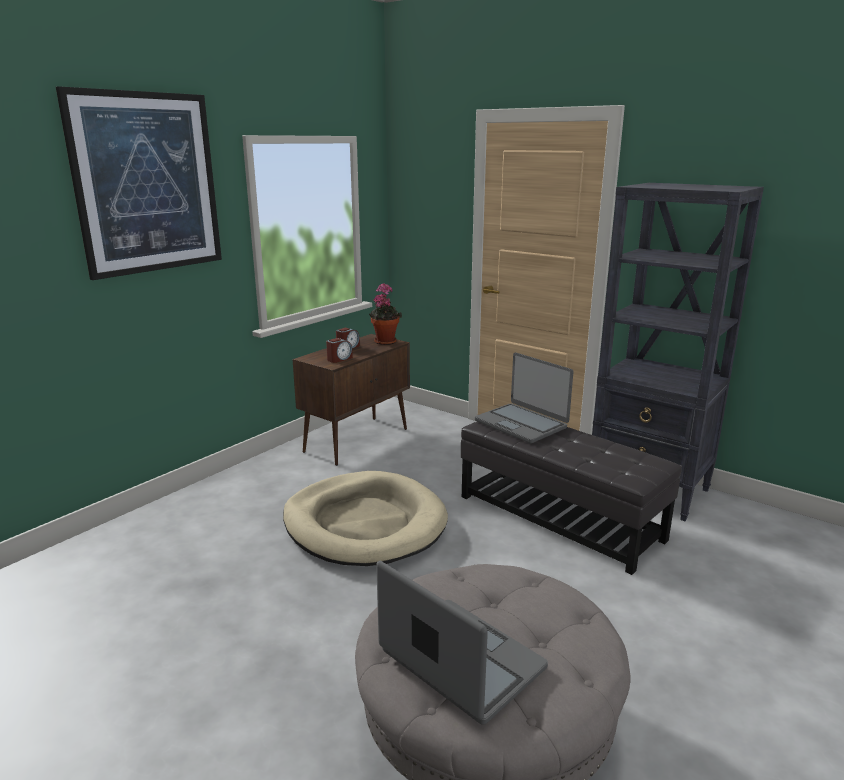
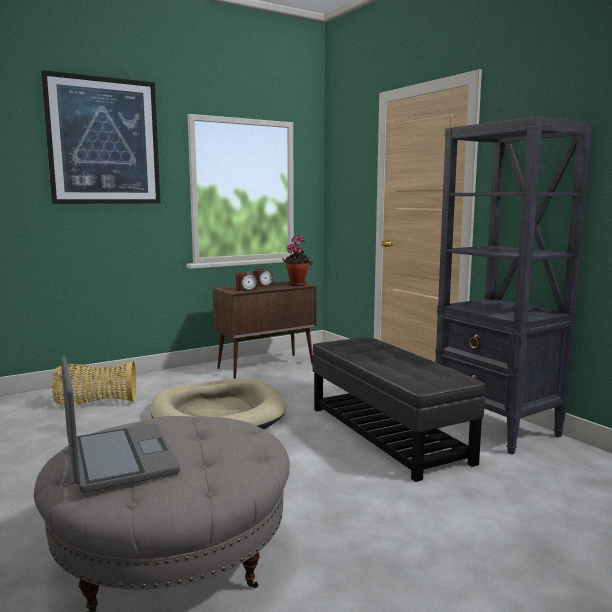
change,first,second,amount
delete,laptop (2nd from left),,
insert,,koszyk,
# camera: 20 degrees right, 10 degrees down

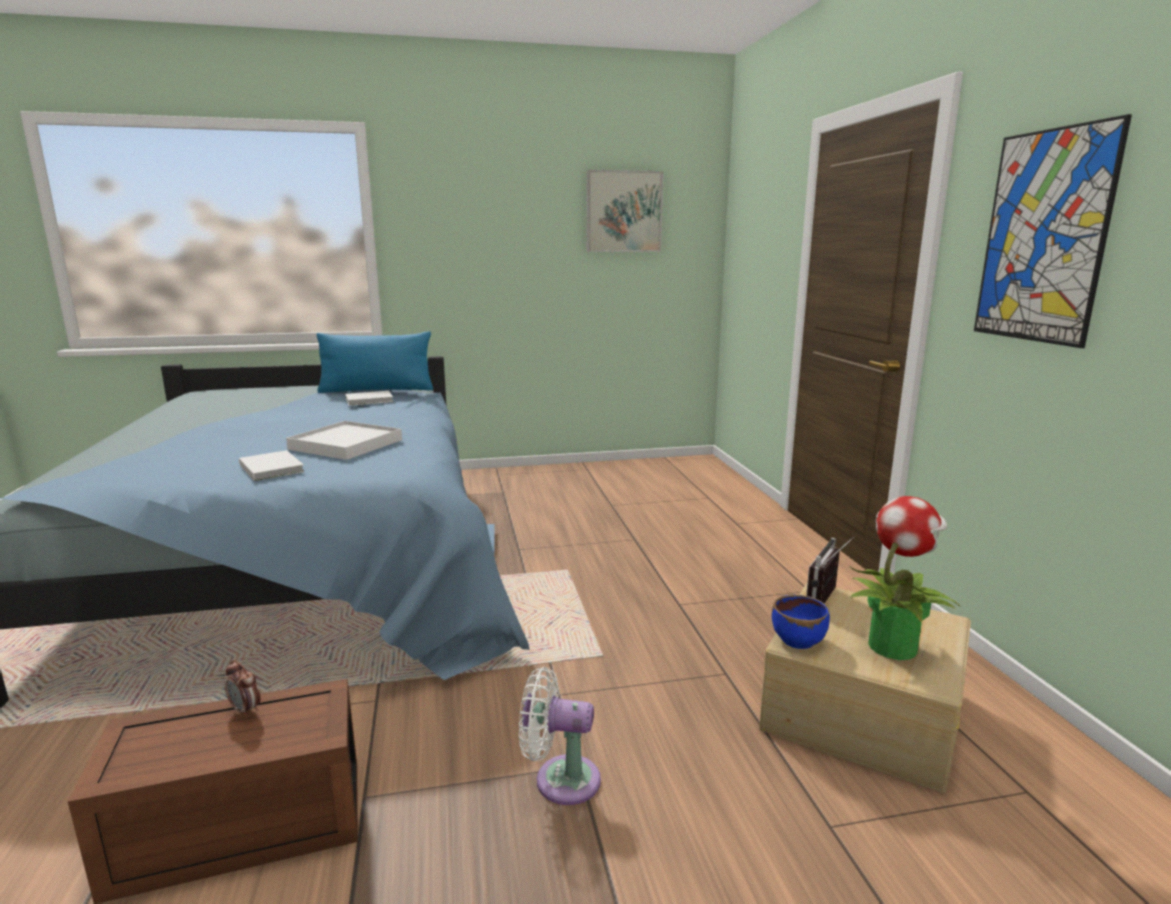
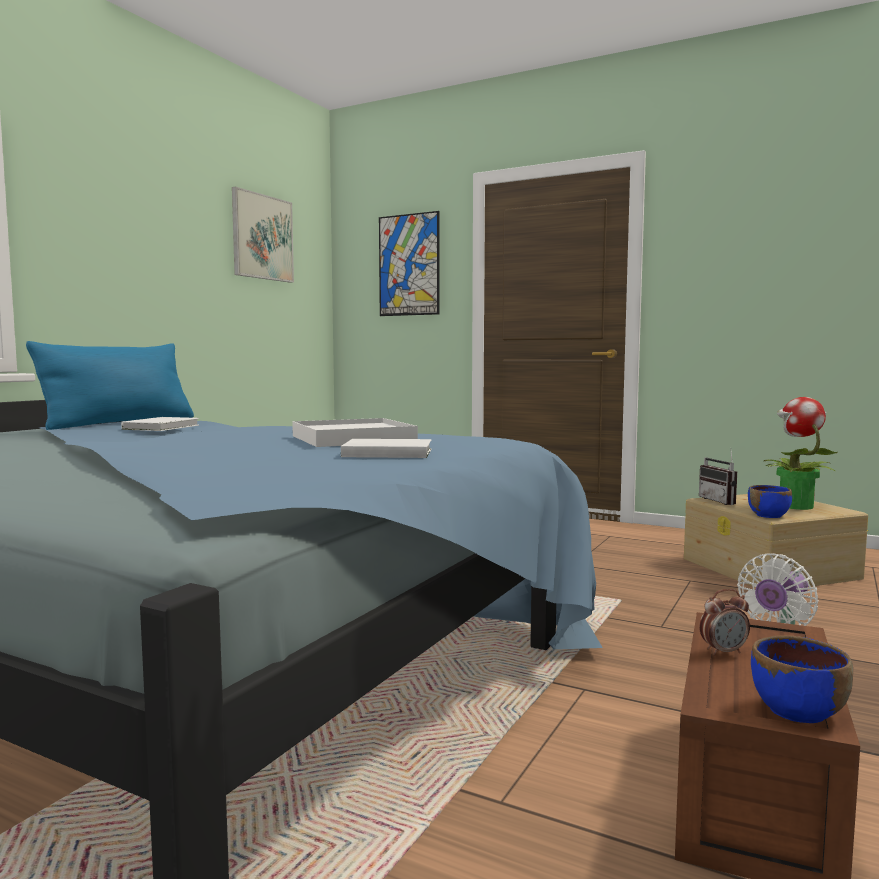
change,first,second,amount
insert,,miska/niebieski (2nd from left),
move,obraz (2nd from left),,
# camera: 50 degrees left, 10 degrees down

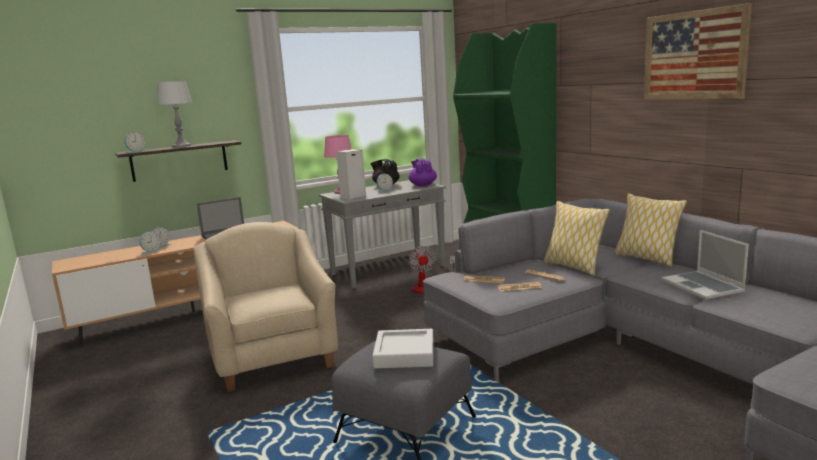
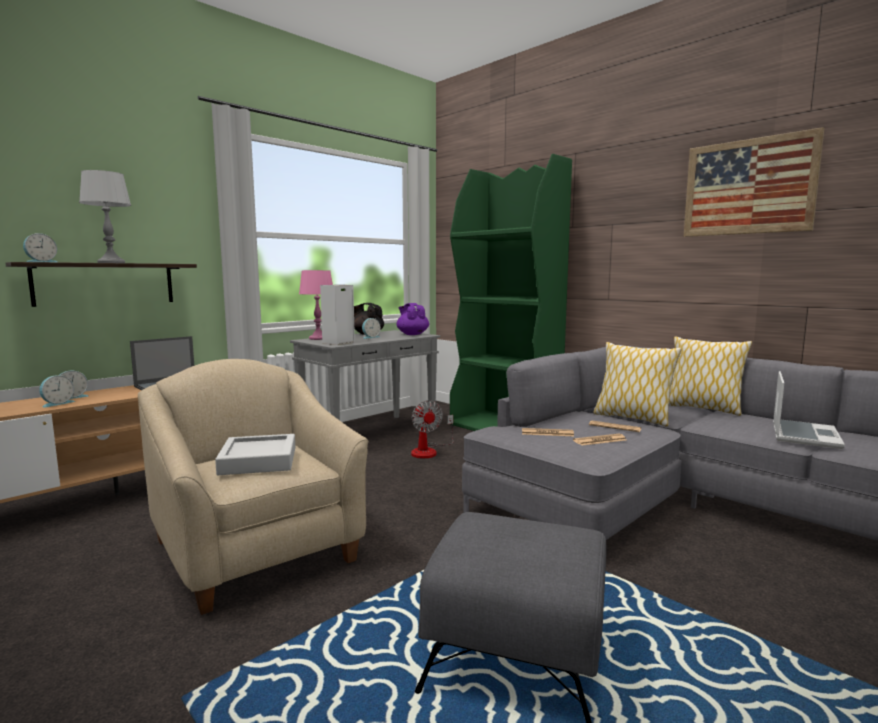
change,first,second,amount
move,taca/szary,,
rotate,laptop (2nd from left),,120 degrees counterclockwise
# camera: 15 degrees left, 5 degrees down

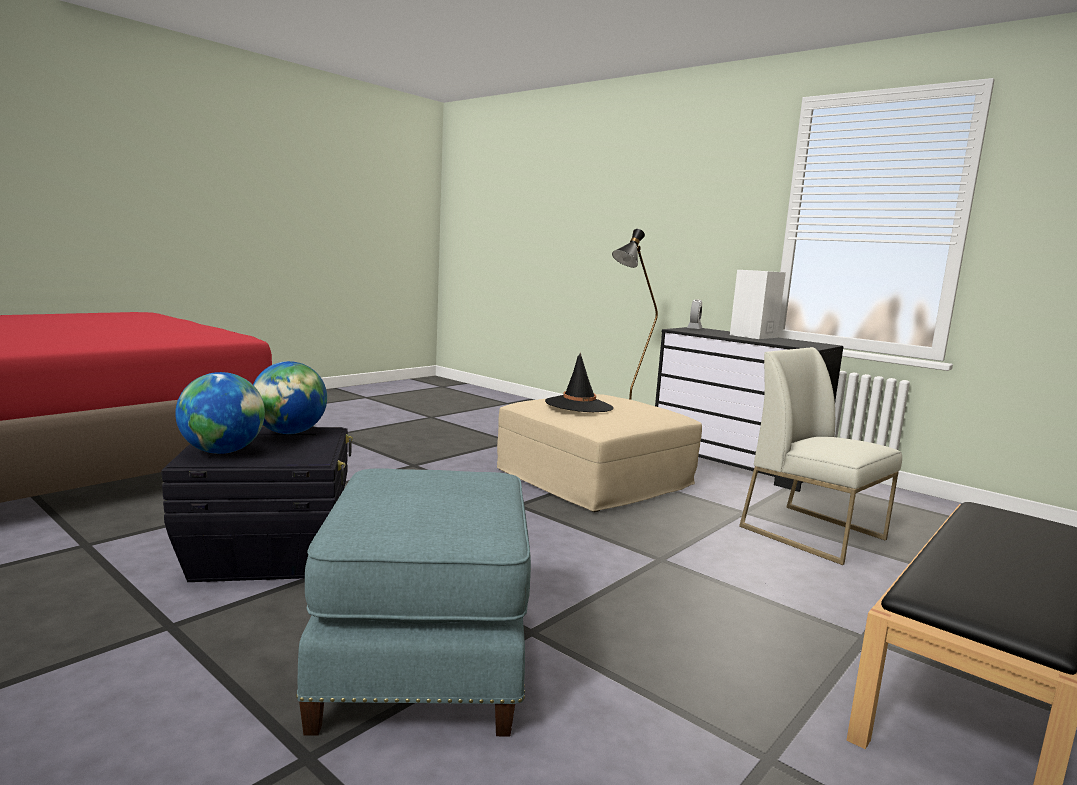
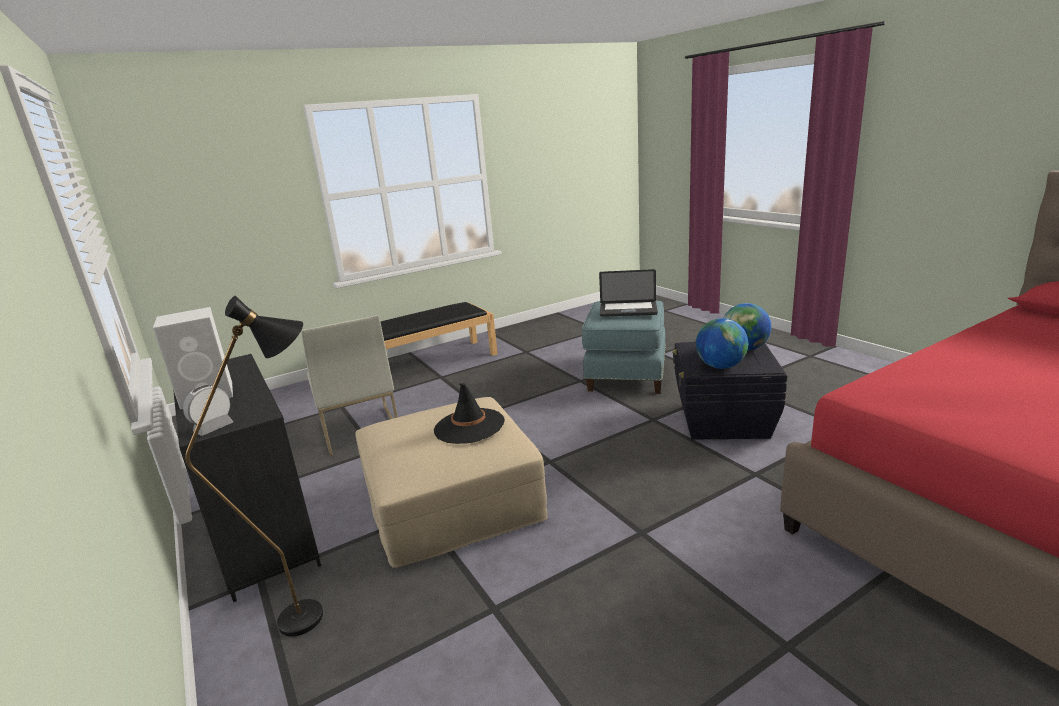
change,first,second,amount
insert,,laptop,
# camera: 160 degrees left, 10 degrees up

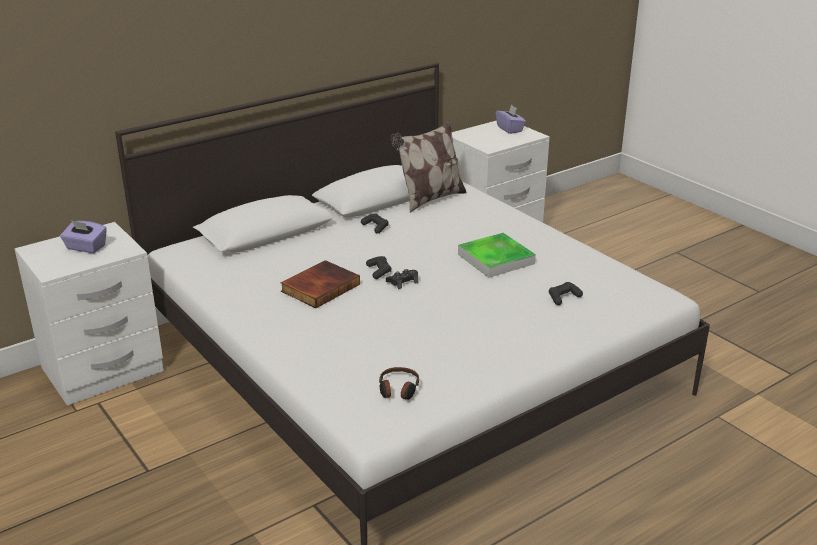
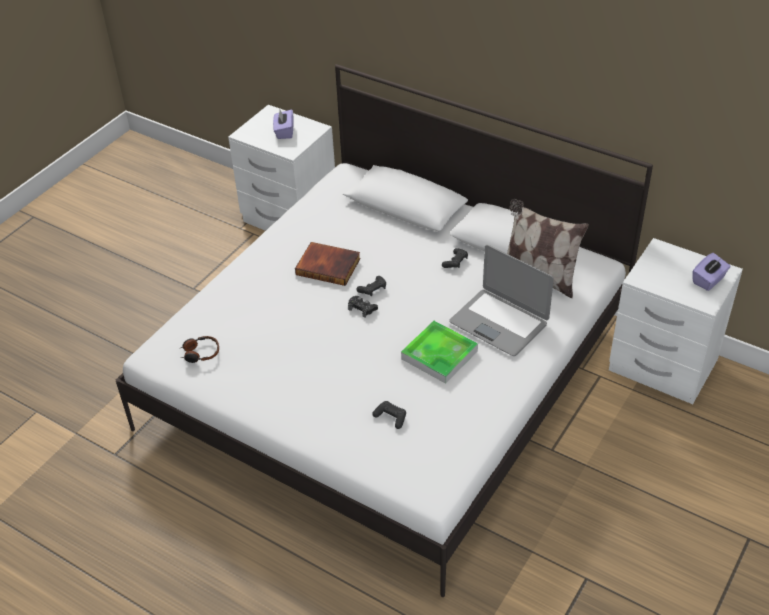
change,first,second,amount
insert,,laptop,
# camera: 70 degrees right, 15 degrees up

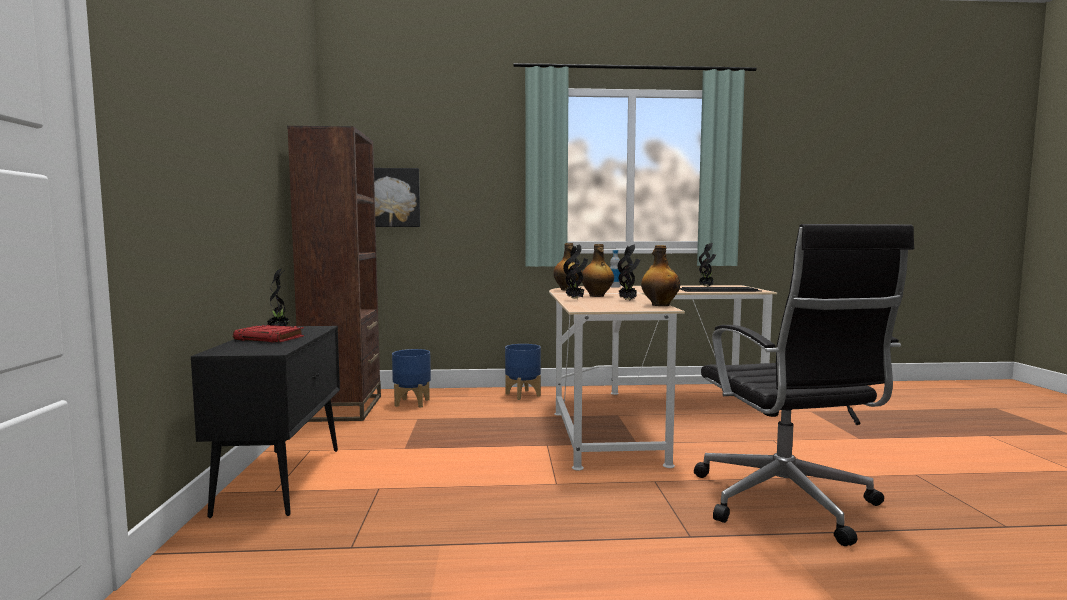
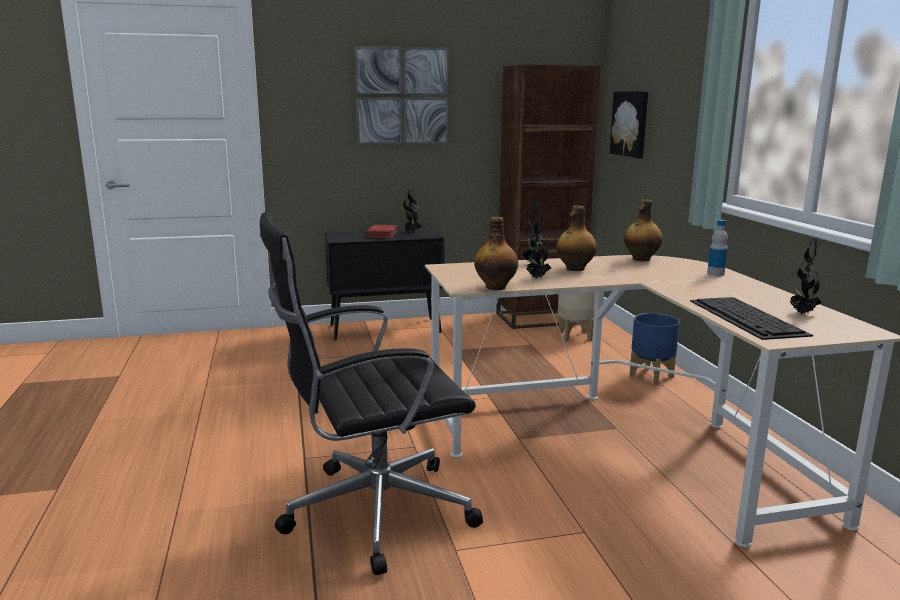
change,first,second,amount
insert,,obraz (1st from left),
recolor,donica/niebieski (1st from left),donica/beżowy,
# camera: 80 degrees right, 10 degrees up

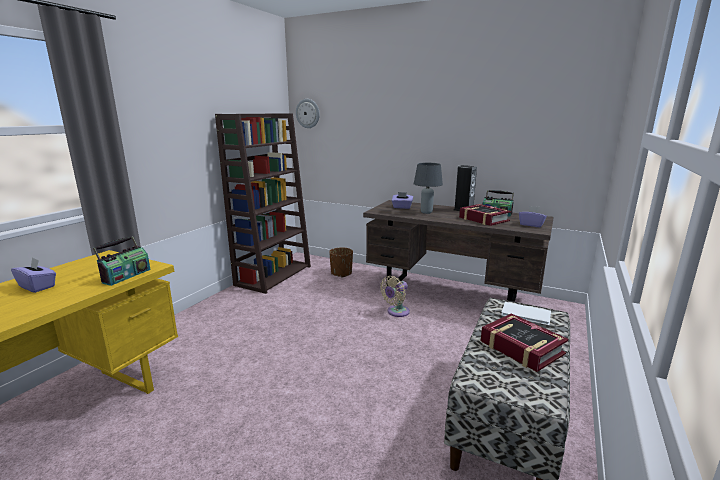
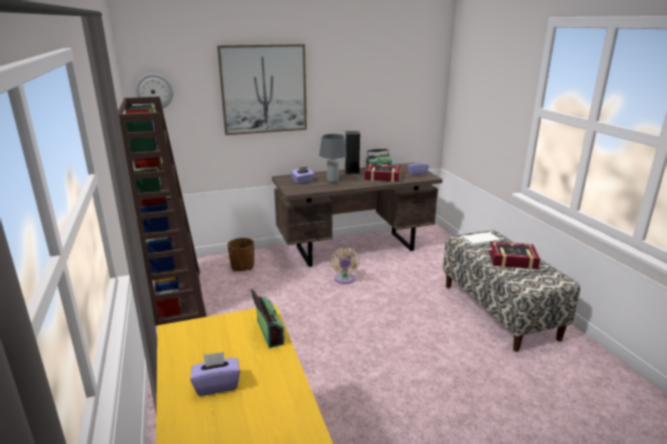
change,first,second,amount
insert,,obraz,
# camera: 45 degrees left, 5 degrees up

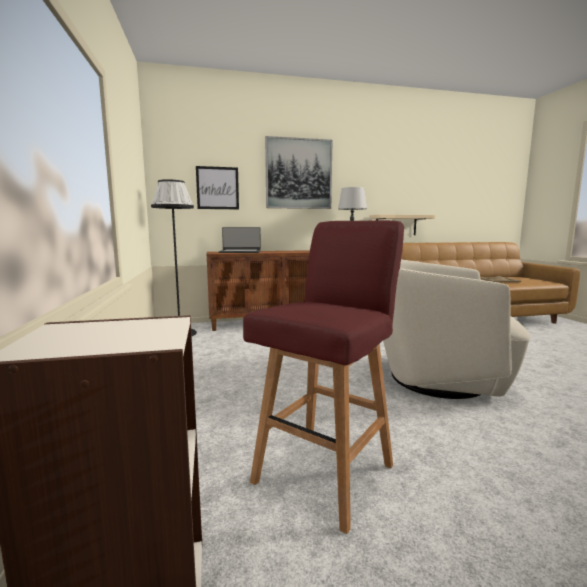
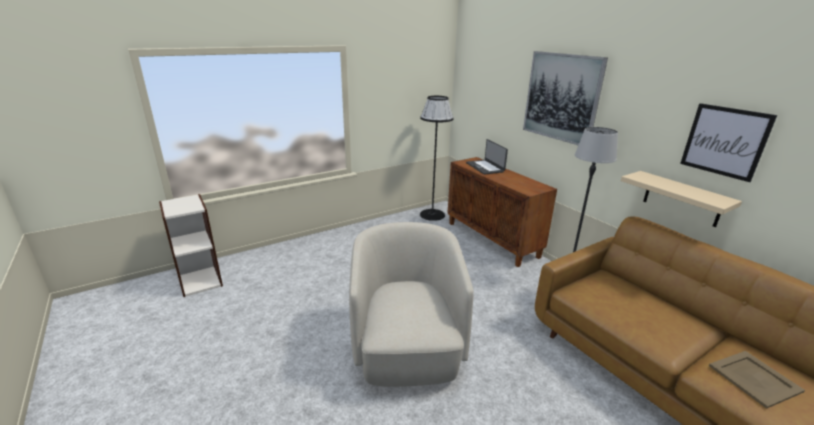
change,first,second,amount
delete,stołek/czerwony,,
move,obraz (1st from left in the first image),obraz (2nd from left),
# camera: 70 degrees right, 15 degrees up

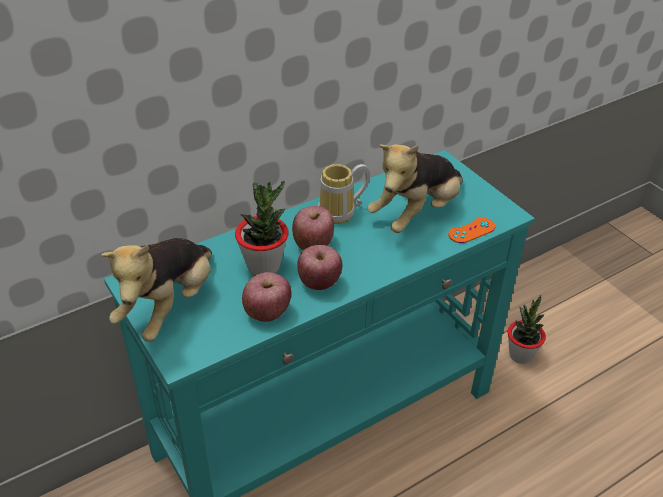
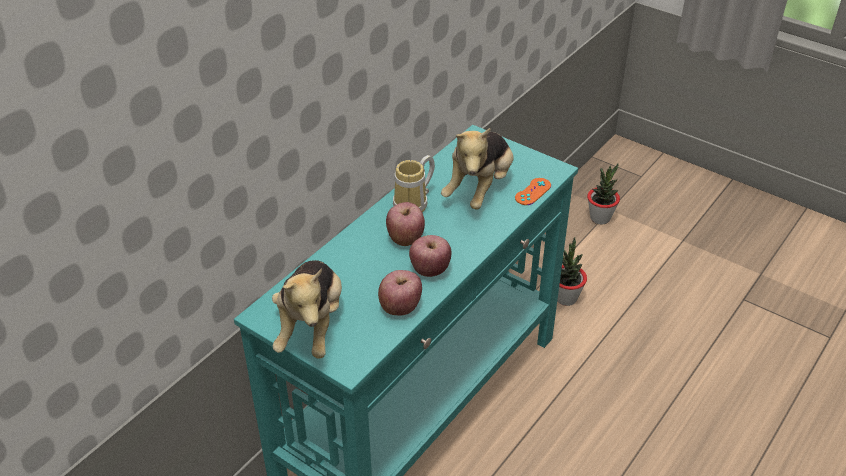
change,first,second,amount
move,roślina doniczkowa (1st from left in the first image),roślina doniczkowa (2nd from left),
# camera: 20 degrees left, 0 degrees up

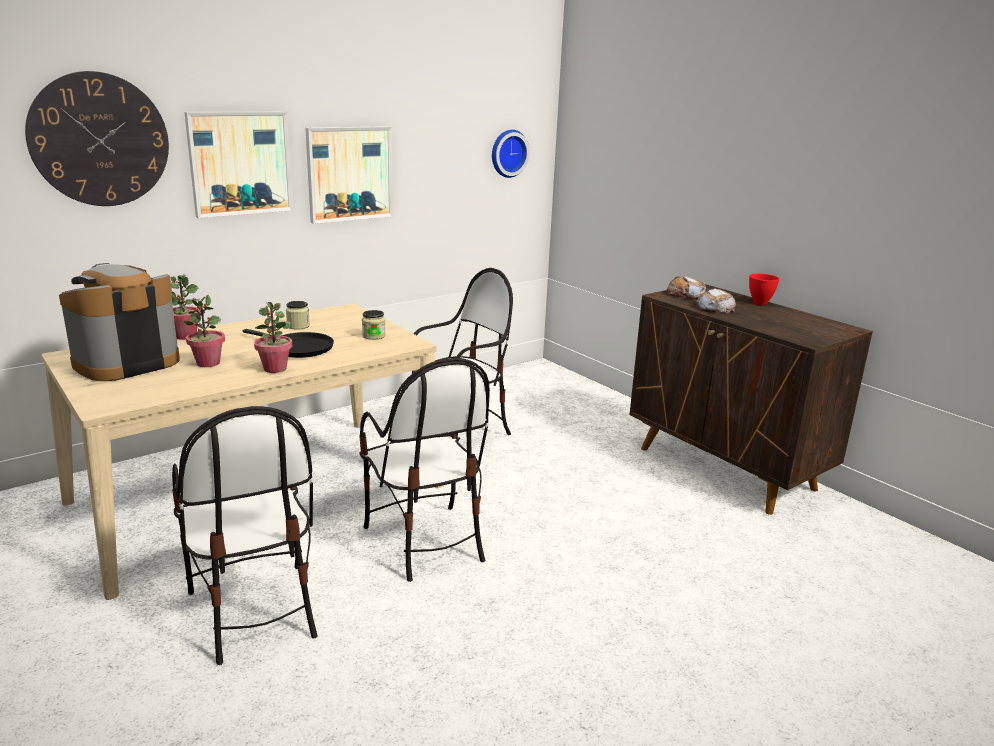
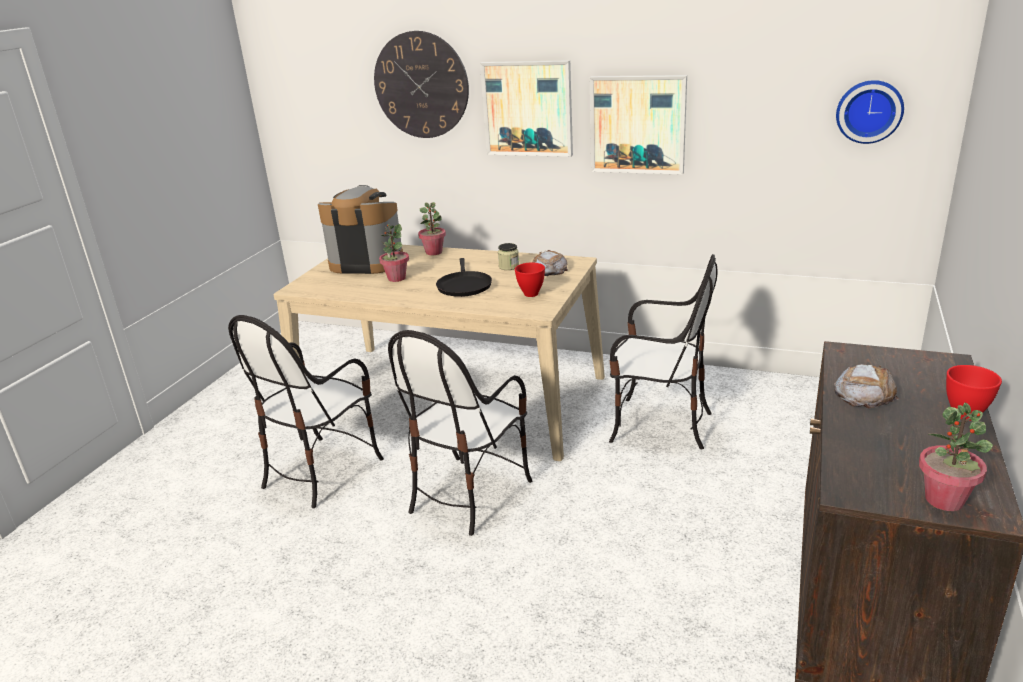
change,first,second,amount
move,roślina doniczkowa (3rd from left),,
move,chleb (1st from left),,
replace,słoik (2nd from left),miska/czerwony (1st from left),
# camera: 60 degrees right, 5 degrees up

